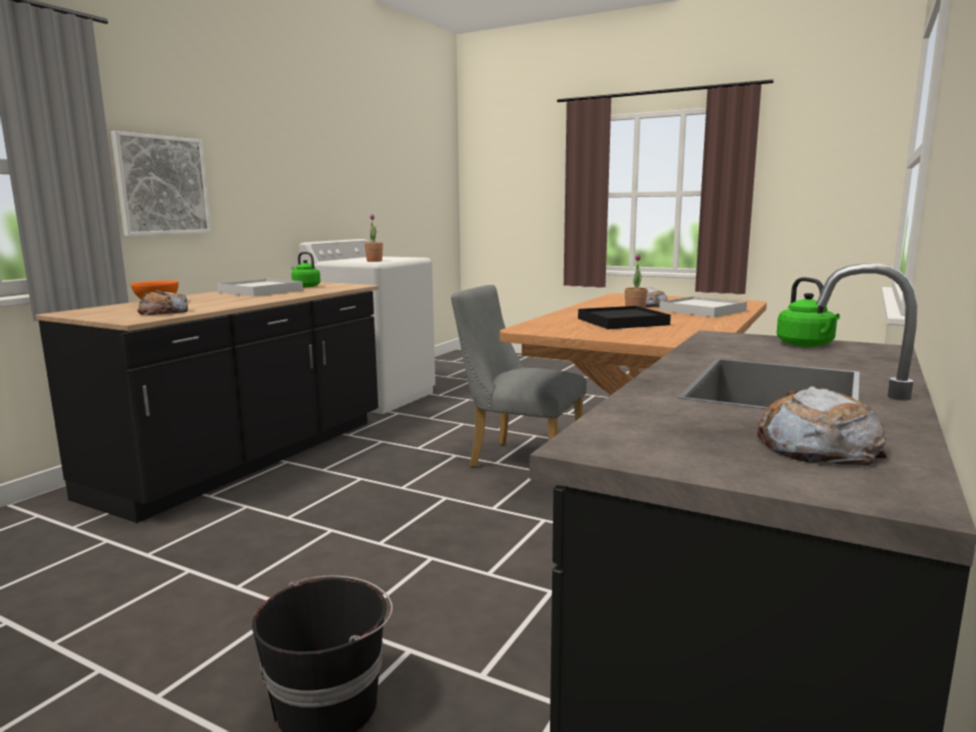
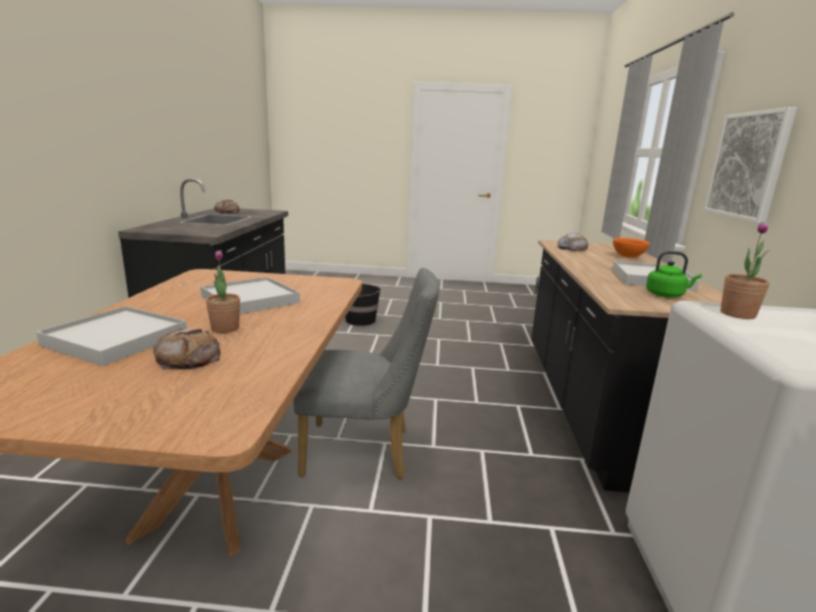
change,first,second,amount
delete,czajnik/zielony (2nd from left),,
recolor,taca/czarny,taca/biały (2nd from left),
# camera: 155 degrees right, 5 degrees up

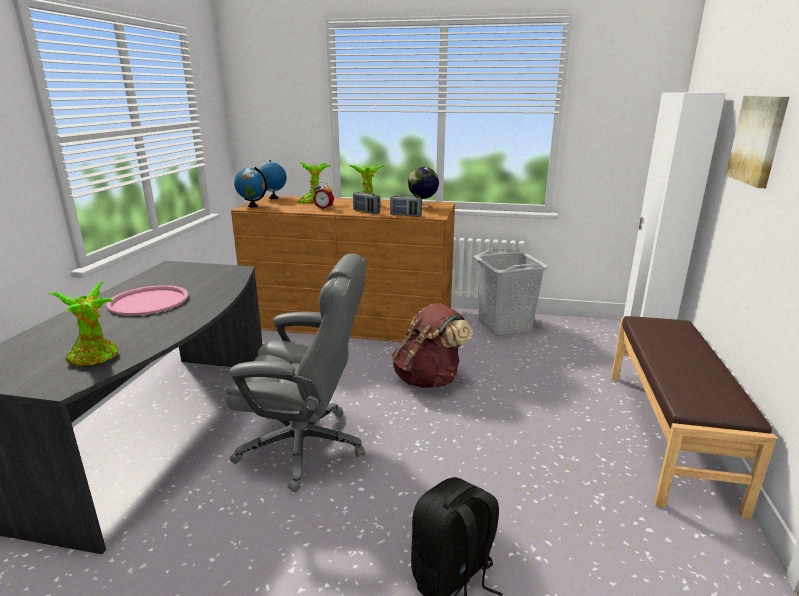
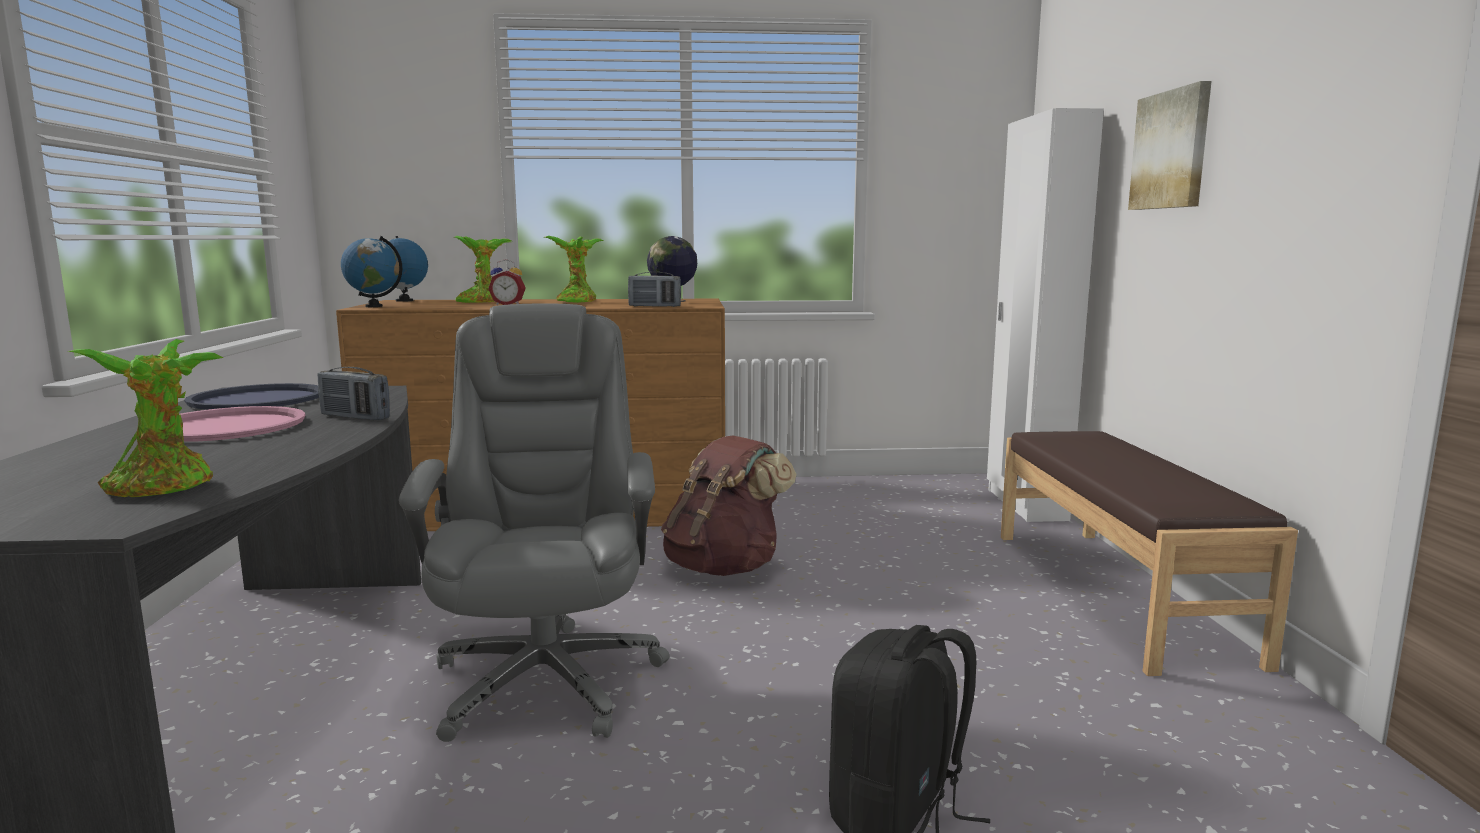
change,first,second,amount
delete,kosz na pranie/szary,,
insert,,taca/niebieski,
move,radio (1st from left),,
rotate,krzesło biurowe/szary,,90 degrees counterclockwise
# camera: 15 degrees left, 10 degrees down

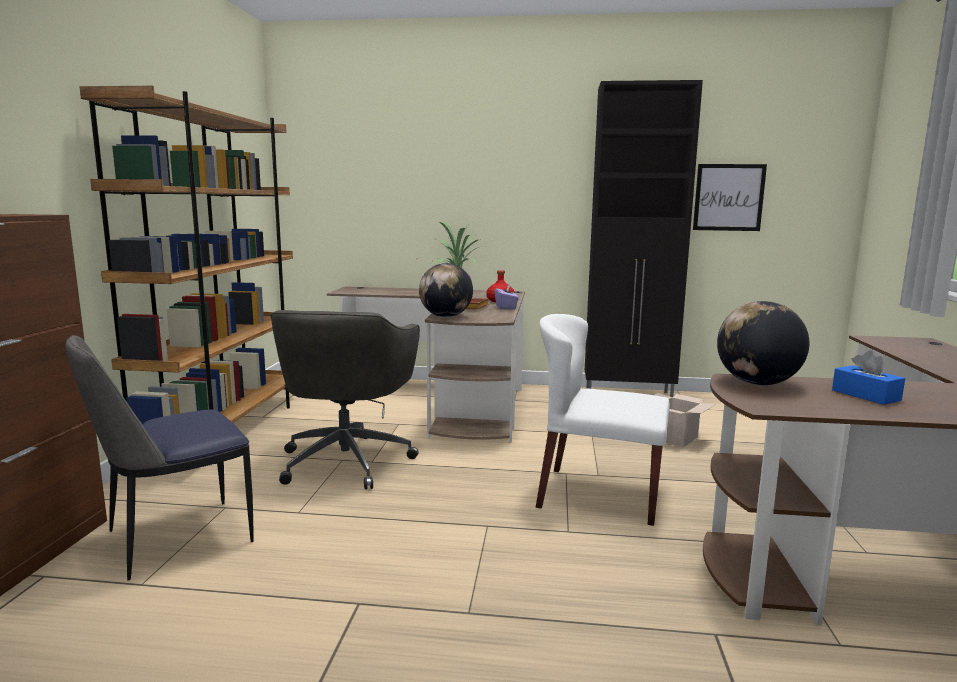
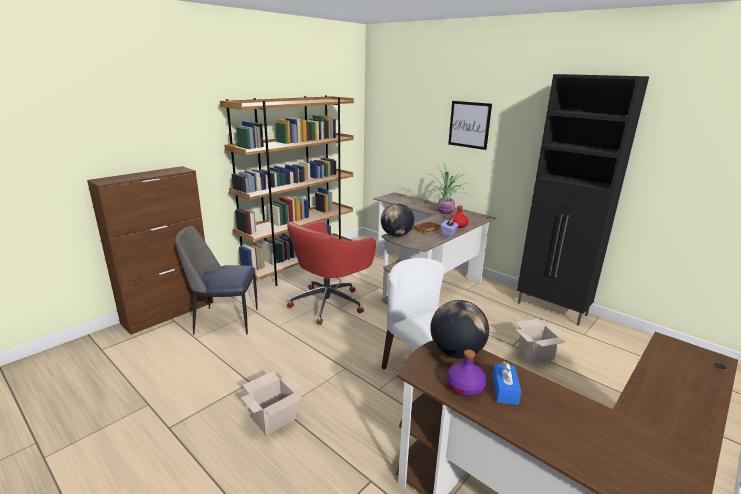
change,first,second,amount
insert,,karton (1st from left),
insert,,butelka/fioletowy,
move,obraz,,
recolor,krzesło biurowe/szary,krzesło biurowe/czerwony,
# camera: 35 degrees right, 10 degrees up

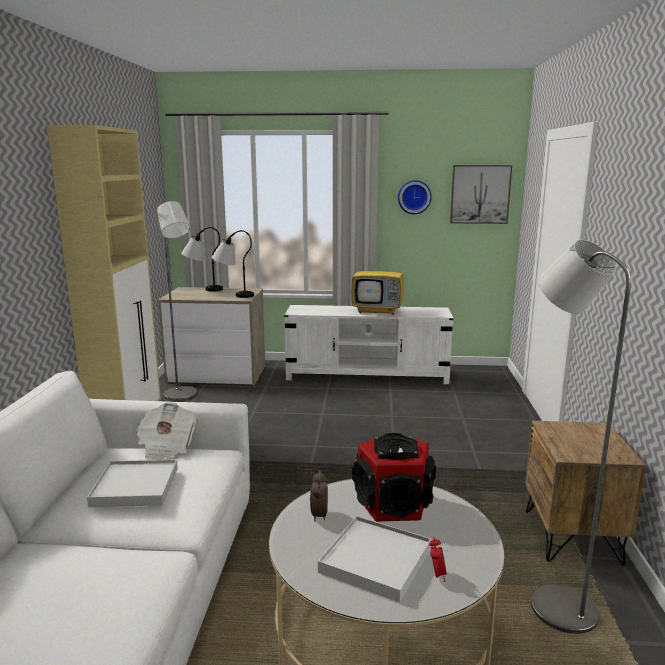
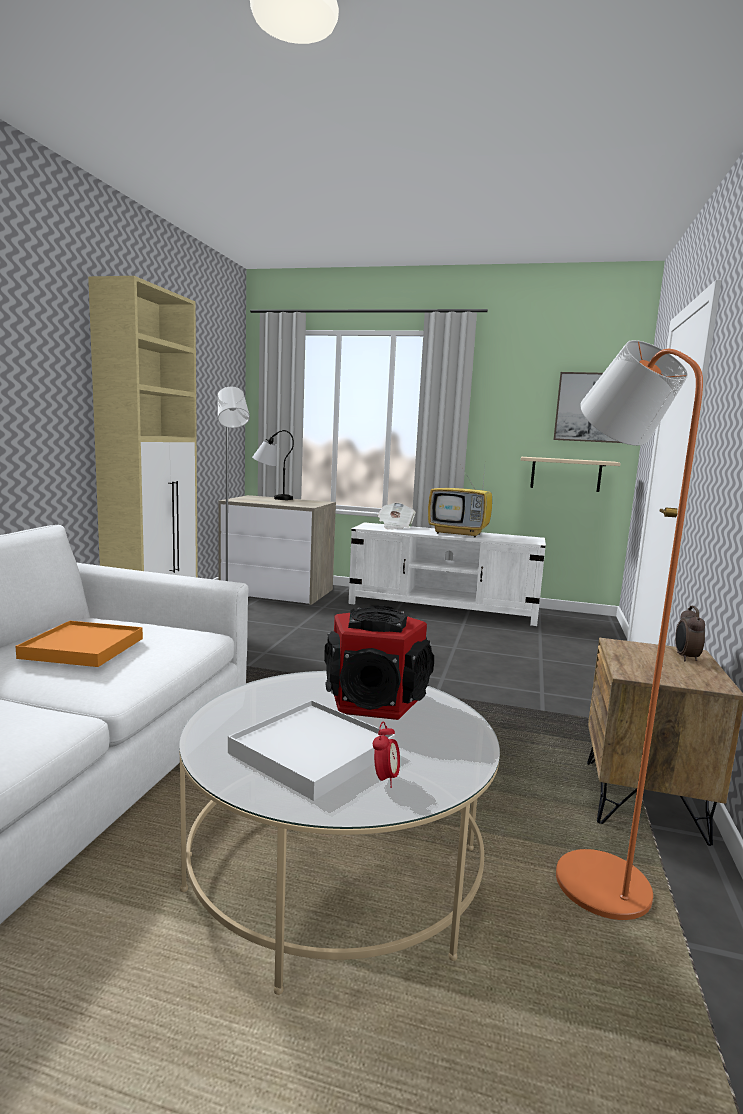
change,first,second,amount
delete,lampa stołowa (2nd from left),,
delete,zegar ścienny,,
insert,,półka/beżowy,
move,gazeta,,
move,budzik (1st from left in the first image),budzik (2nd from left),
recolor,taca/biały (1st from left),taca/pomarańczowy,
recolor,lampa stojąca/szary (2nd from left),lampa stojąca/pomarańczowy,
# camera: 10 degrees right, 5 degrees down

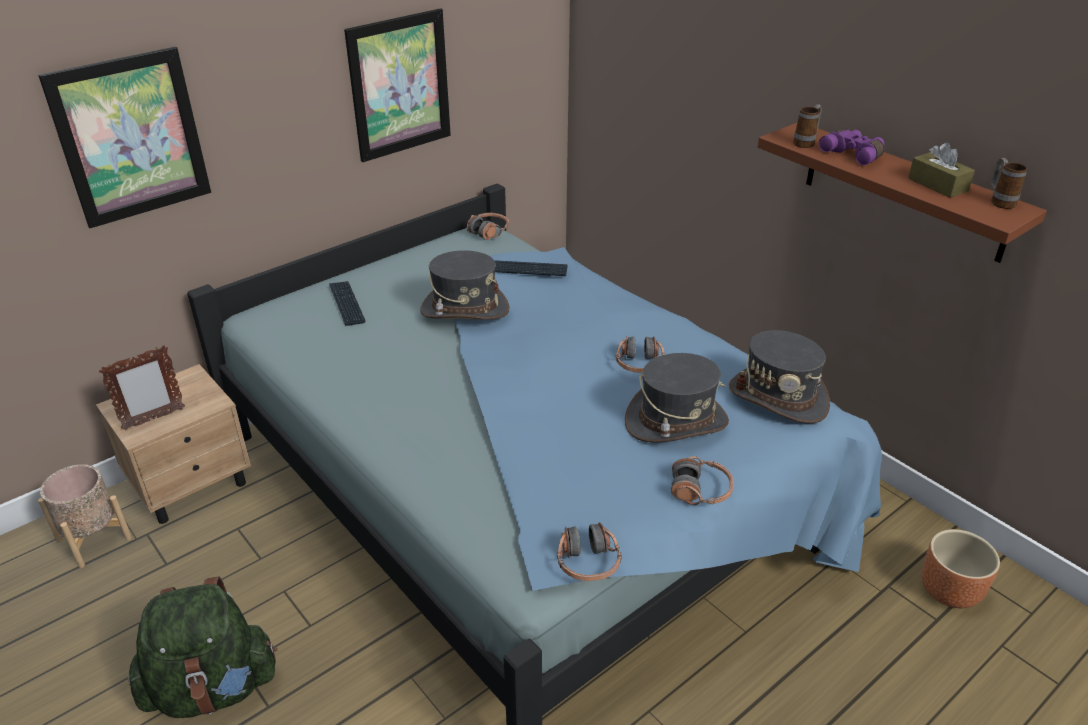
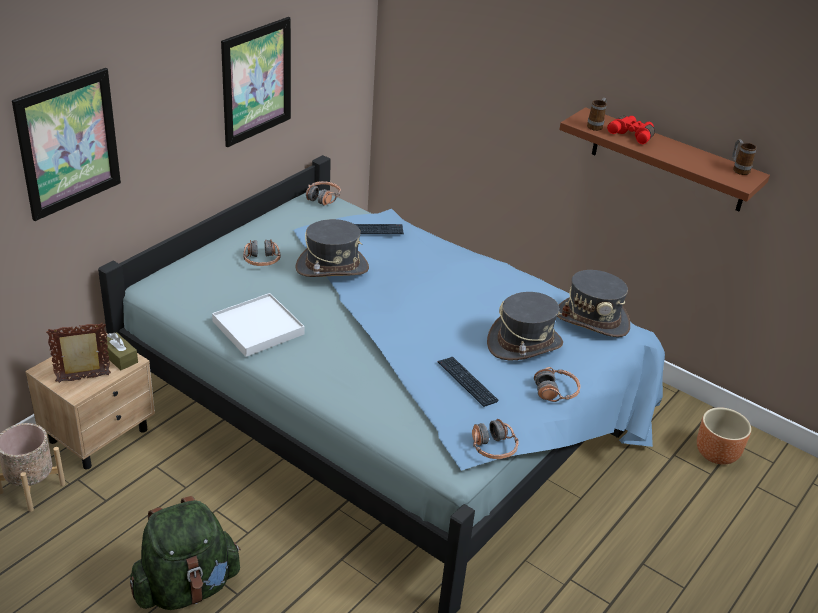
change,first,second,amount
insert,,taca/biały,
move,klawiatura (1st from left in the first image),klawiatura (2nd from left),
move,słuchawki (3rd from left in the first image),słuchawki (1st from left),
move,pudełko chusteczek/brązowy,,
recolor,lornetka/fioletowy,lornetka/czerwony,
rotate,ramka na zdjęcie,,150 degrees counterclockwise
# camera: 15 degrees left, 0 degrees up

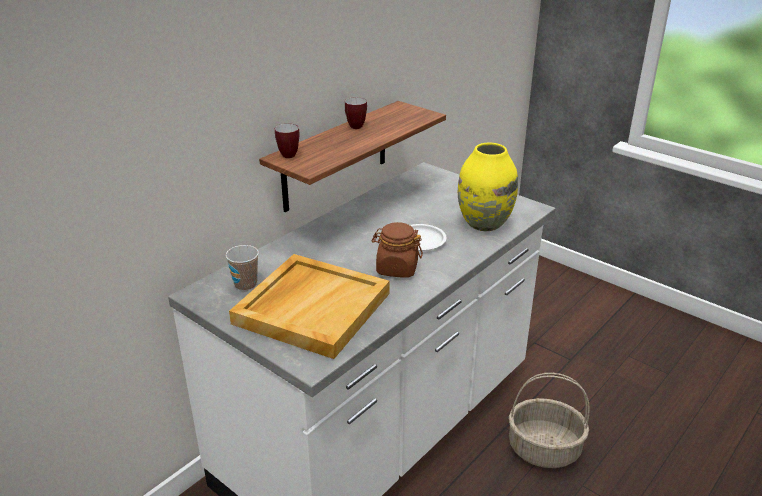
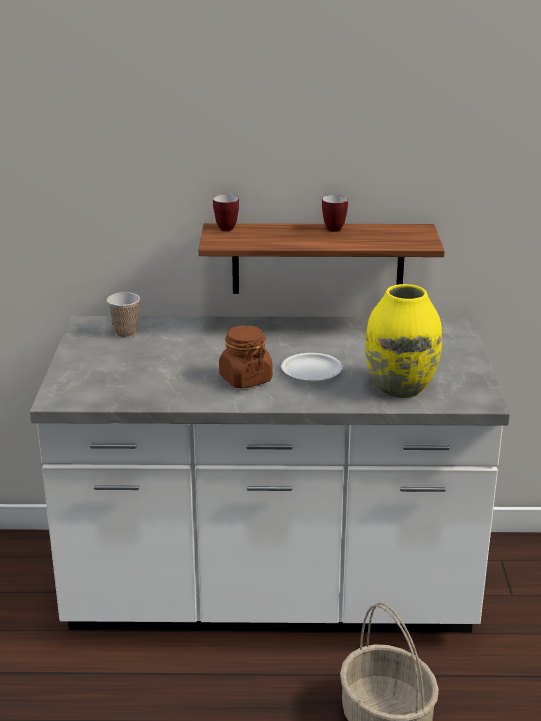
change,first,second,amount
delete,taca/beżowy,,
# camera: 50 degrees right, 5 degrees down

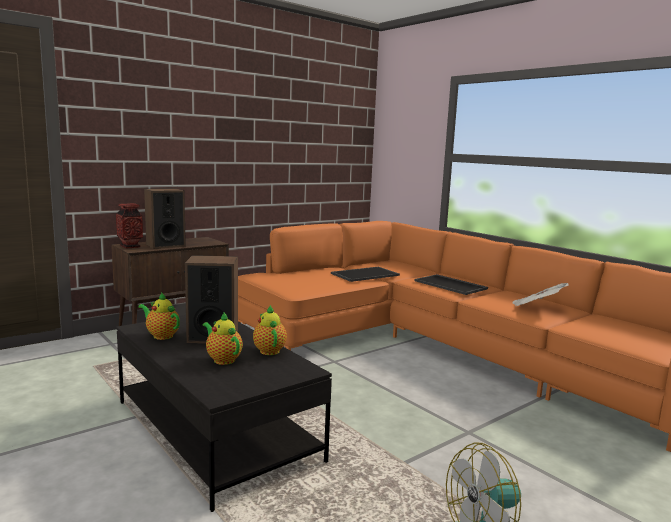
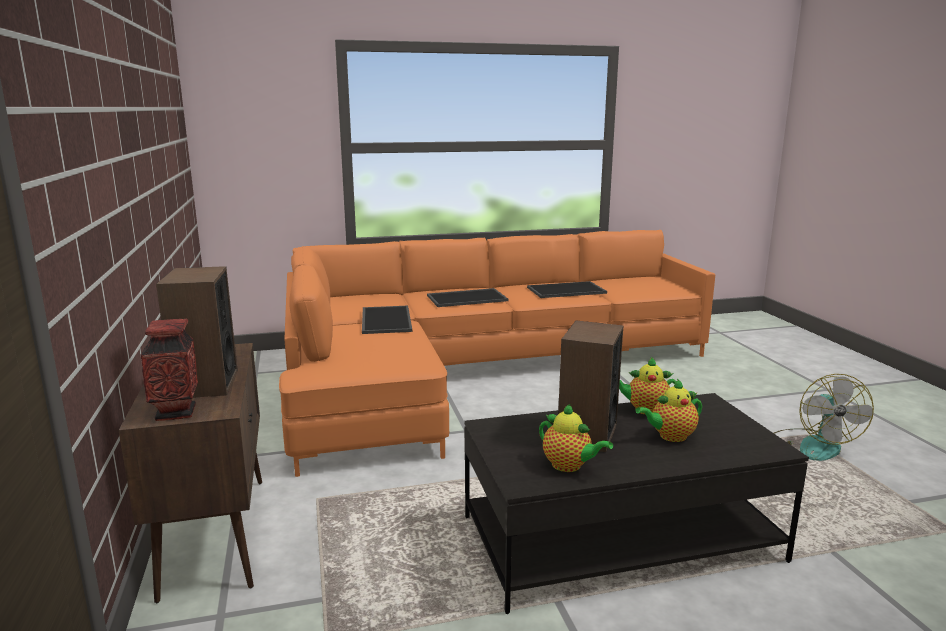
change,first,second,amount
replace,gazeta,taca (3rd from left),
rotate,imbryk (1st from left),,105 degrees counterclockwise
# camera: 65 degrees left, 5 degrees up

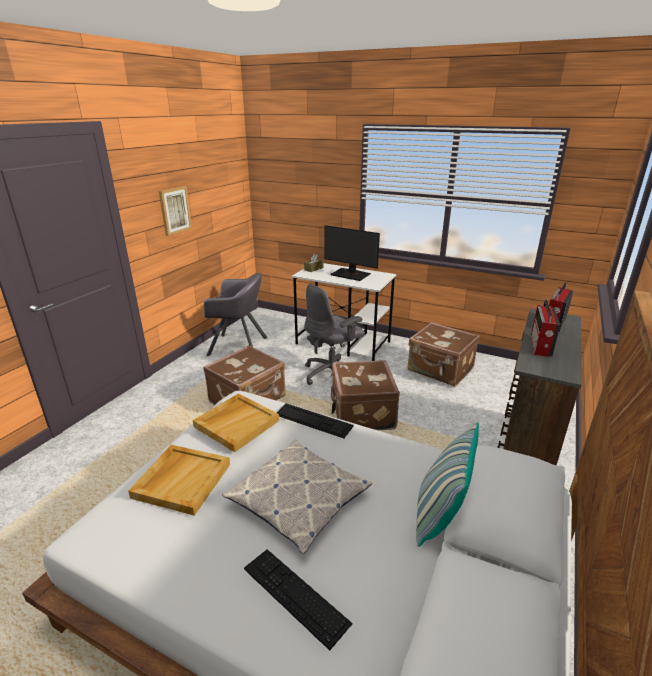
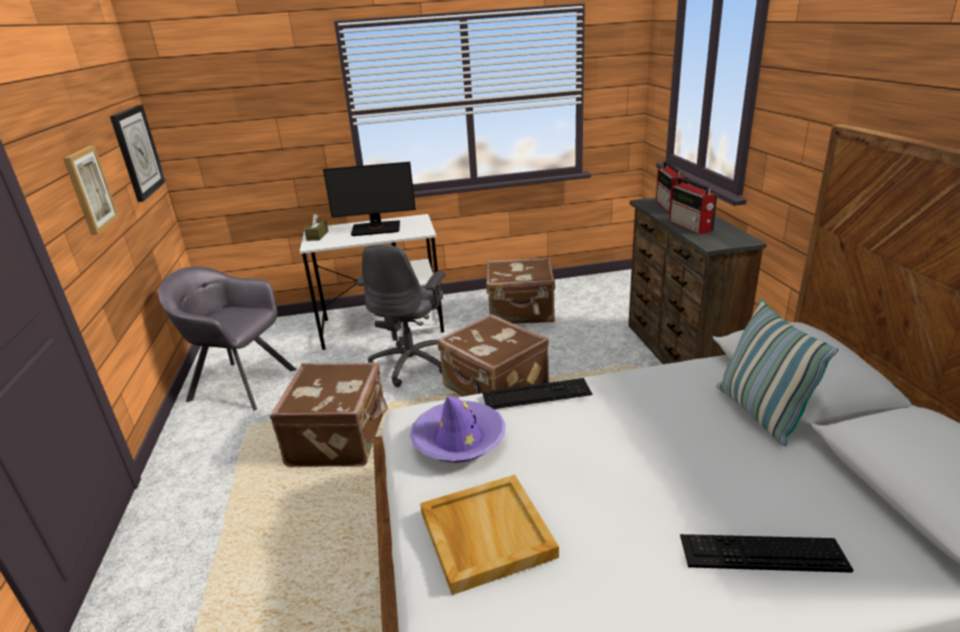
change,first,second,amount
delete,poduszka (1st from left),,
insert,,zegar ścienny,
replace,taca/beżowy (2nd from left),kapelusz/fioletowy,
rotate,fotel/szary,,135 degrees counterclockwise
# camera: 35 degrees left, 0 degrees up

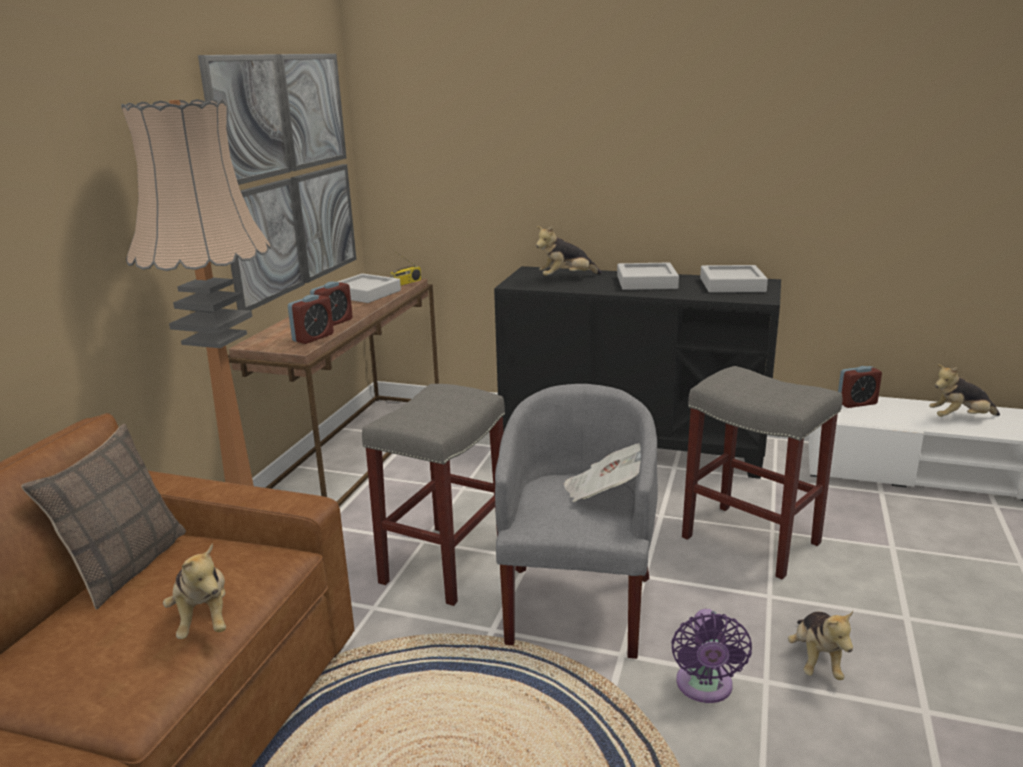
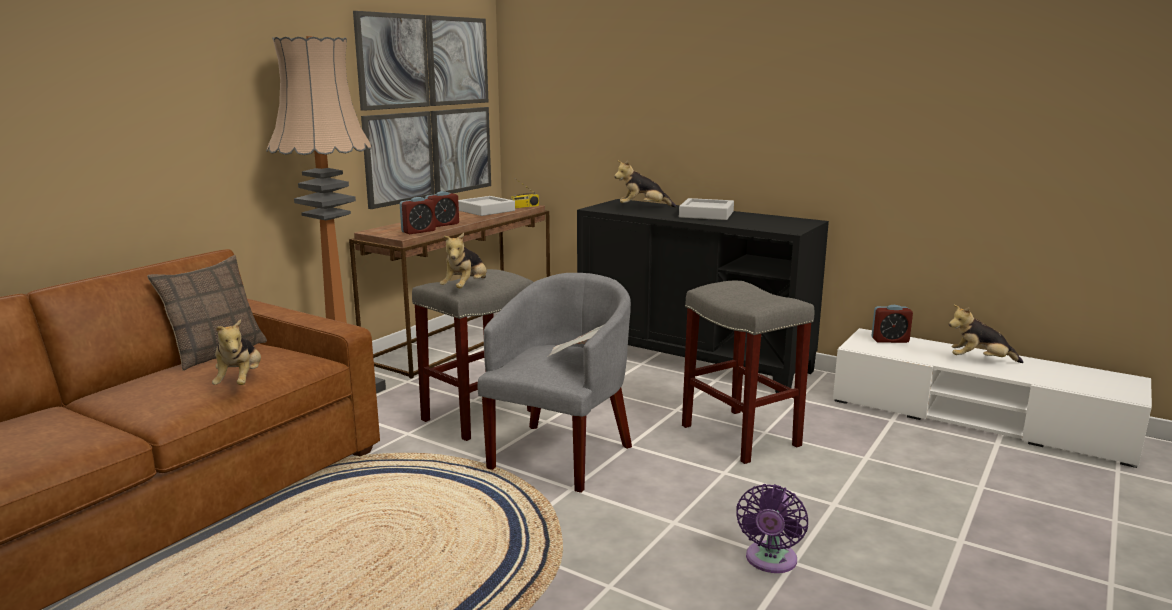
change,first,second,amount
delete,taca/szary (3rd from left),,
move,wentylator/fioletowy,,
move,pluszak (3rd from left in the first image),pluszak (2nd from left),
# camera: 15 degrees right, 5 degrees down

